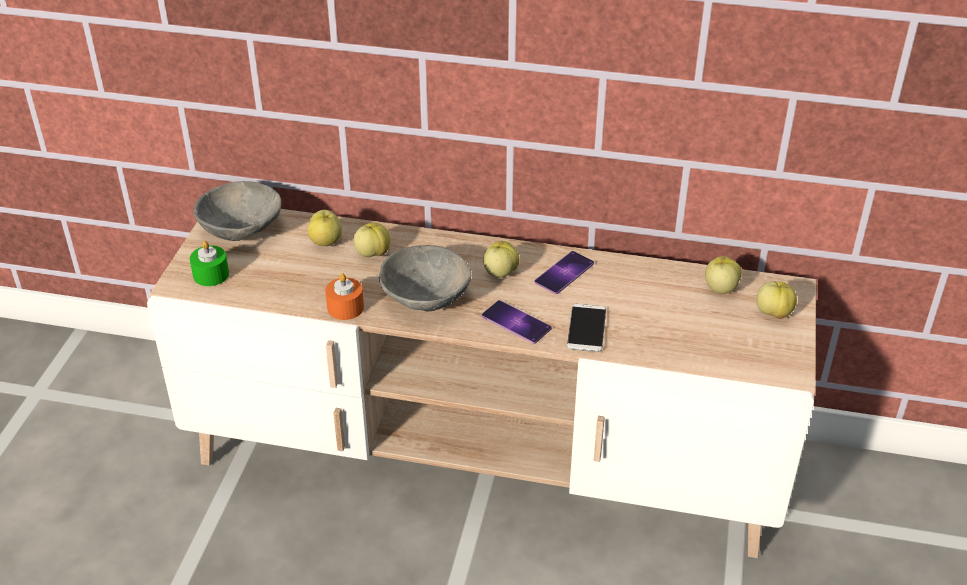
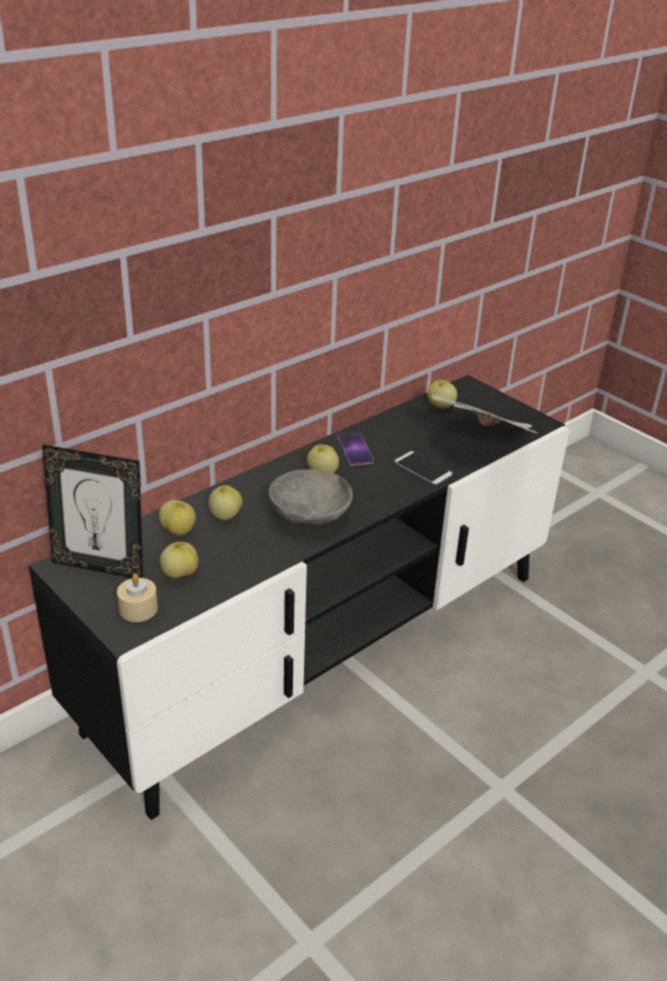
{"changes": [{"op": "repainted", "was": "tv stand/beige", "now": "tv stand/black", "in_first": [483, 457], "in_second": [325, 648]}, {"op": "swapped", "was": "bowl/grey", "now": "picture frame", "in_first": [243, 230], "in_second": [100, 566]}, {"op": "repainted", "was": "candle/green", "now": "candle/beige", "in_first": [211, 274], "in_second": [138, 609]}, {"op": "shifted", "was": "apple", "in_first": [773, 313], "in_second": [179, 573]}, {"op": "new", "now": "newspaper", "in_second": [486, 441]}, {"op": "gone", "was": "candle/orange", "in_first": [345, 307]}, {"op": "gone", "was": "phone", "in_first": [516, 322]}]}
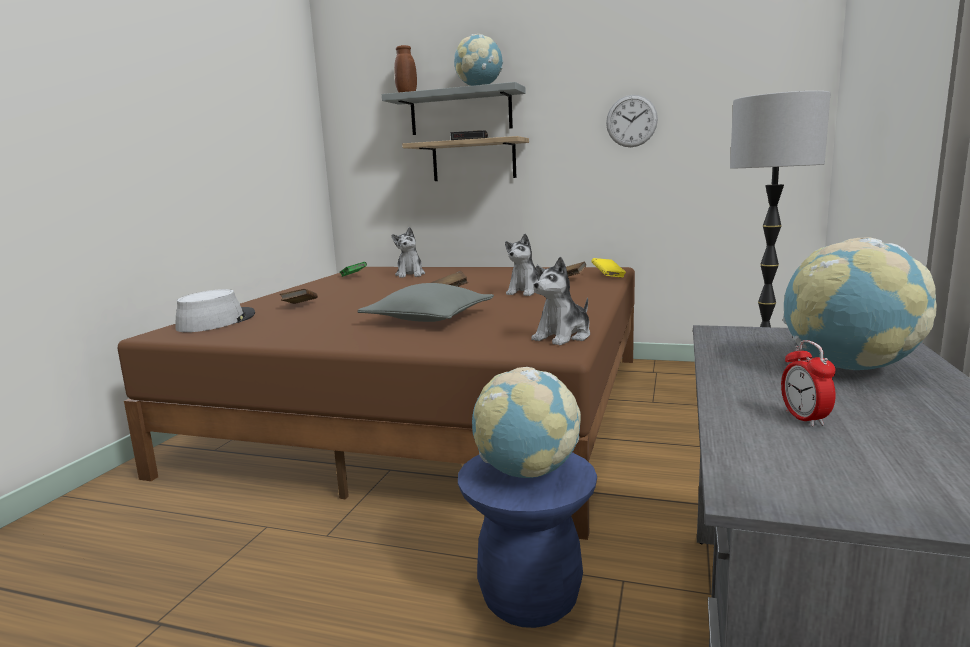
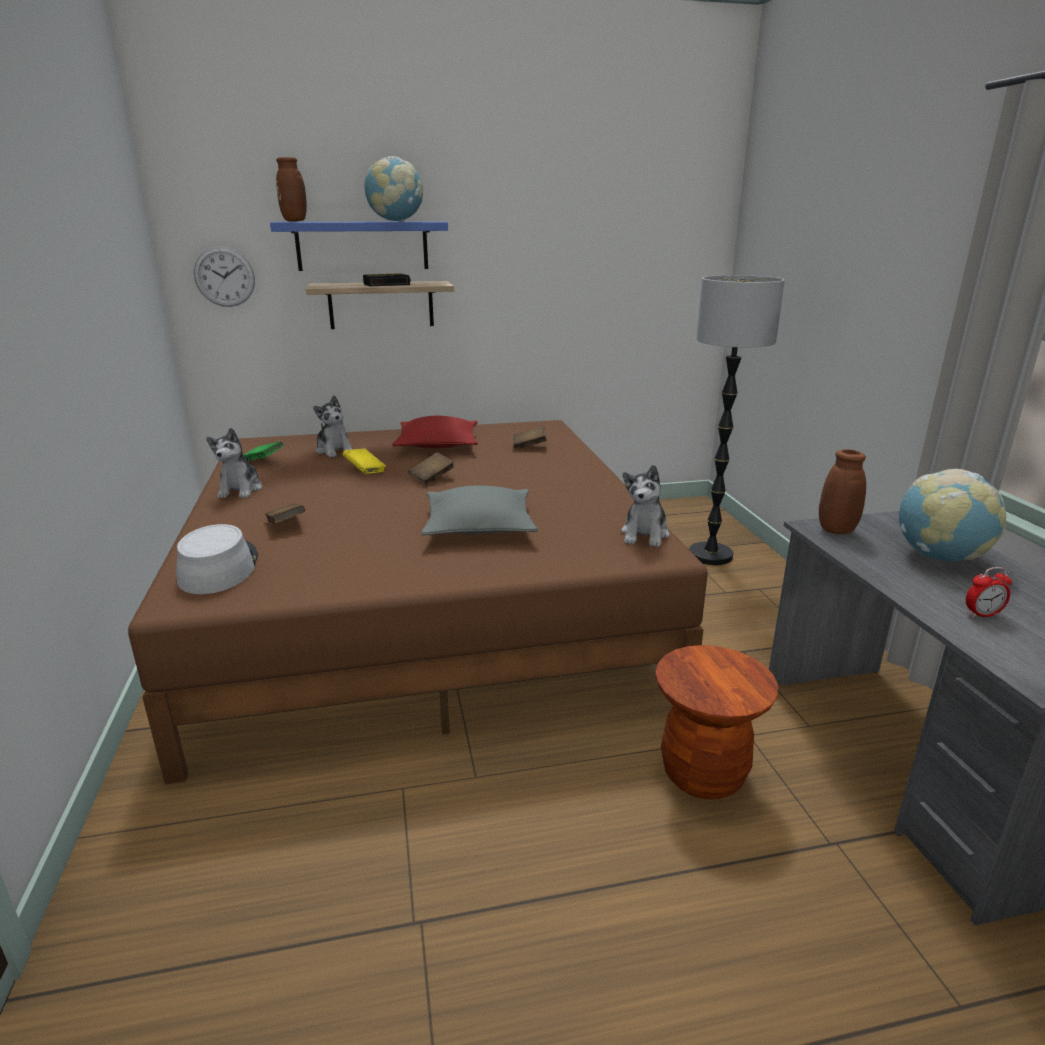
{"changes": [{"op": "shifted", "was": "wall clock", "in_first": [631, 121], "in_second": [224, 277]}, {"op": "shifted", "was": "plush toy", "in_first": [526, 292], "in_second": [240, 490]}, {"op": "repainted", "was": "shelf/grey", "now": "shelf/blue", "in_first": [460, 112], "in_second": [362, 246]}, {"op": "shifted", "was": "book/yellow", "in_first": [608, 276], "in_second": [365, 470]}, {"op": "new", "now": "pillow/red", "in_second": [437, 444]}, {"op": "repainted", "was": "stool/blue", "now": "stool/brown", "in_first": [530, 599], "in_second": [703, 773]}, {"op": "new", "now": "vase/brown", "in_second": [835, 531]}, {"op": "rotated", "was": "alarm clock", "in_first": [804, 419], "in_second": [982, 614], "clockwise": -60}, {"op": "gone", "was": "globe", "in_first": [526, 472]}]}
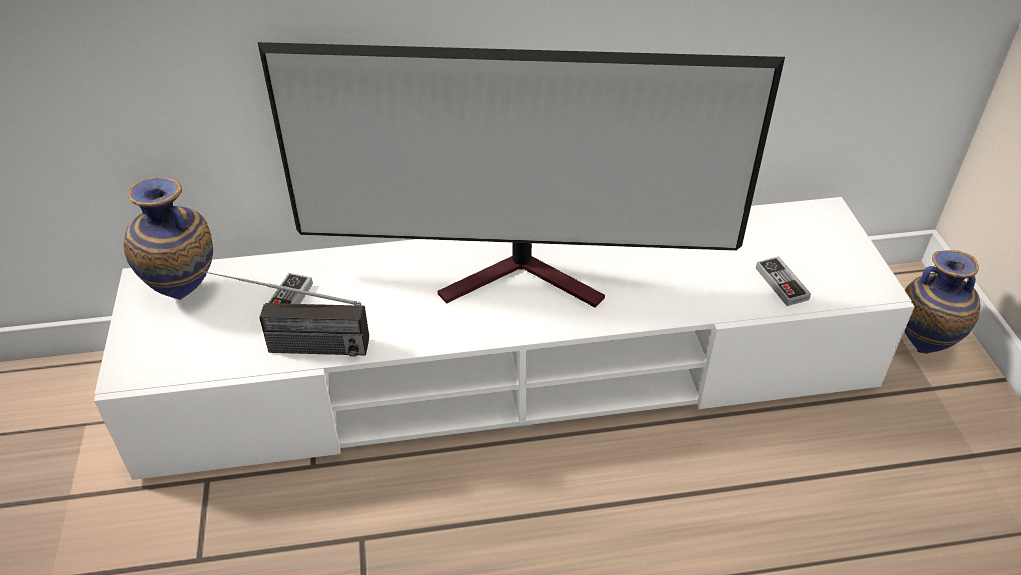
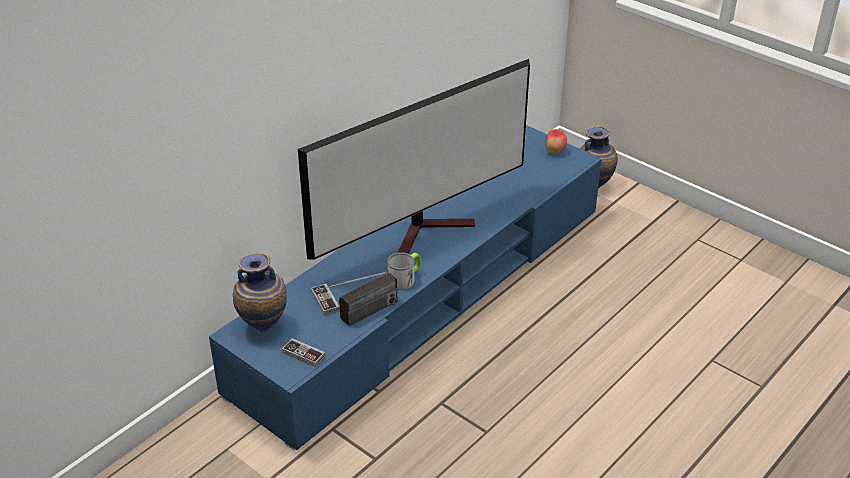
{"changes": [{"op": "repainted", "was": "tv stand/white", "now": "tv stand/blue", "in_first": [512, 372], "in_second": [425, 297]}, {"op": "shifted", "was": "game controller", "in_first": [781, 283], "in_second": [303, 354]}, {"op": "new", "now": "mug", "in_second": [405, 278]}, {"op": "new", "now": "apple", "in_second": [554, 152]}]}
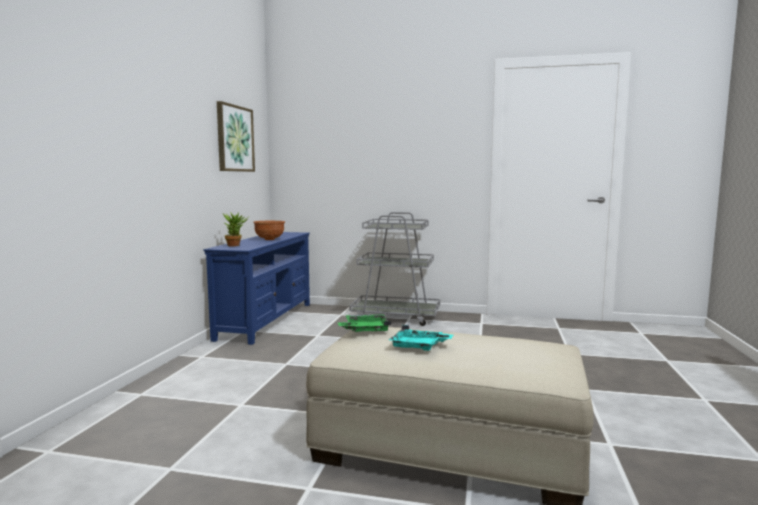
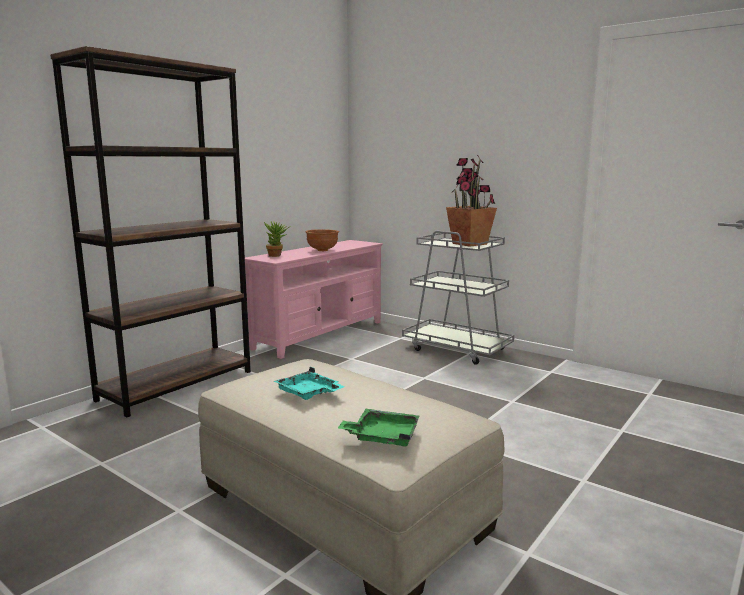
{"changes": [{"op": "new", "now": "bookcase/brown", "in_second": [177, 385]}, {"op": "repainted", "was": "tv stand/blue", "now": "tv stand/pink", "in_first": [265, 321], "in_second": [319, 335]}, {"op": "shifted", "was": "tray/green", "in_first": [365, 330], "in_second": [382, 436]}, {"op": "new", "now": "potted plant", "in_second": [469, 244]}, {"op": "gone", "was": "picture", "in_first": [234, 138]}]}
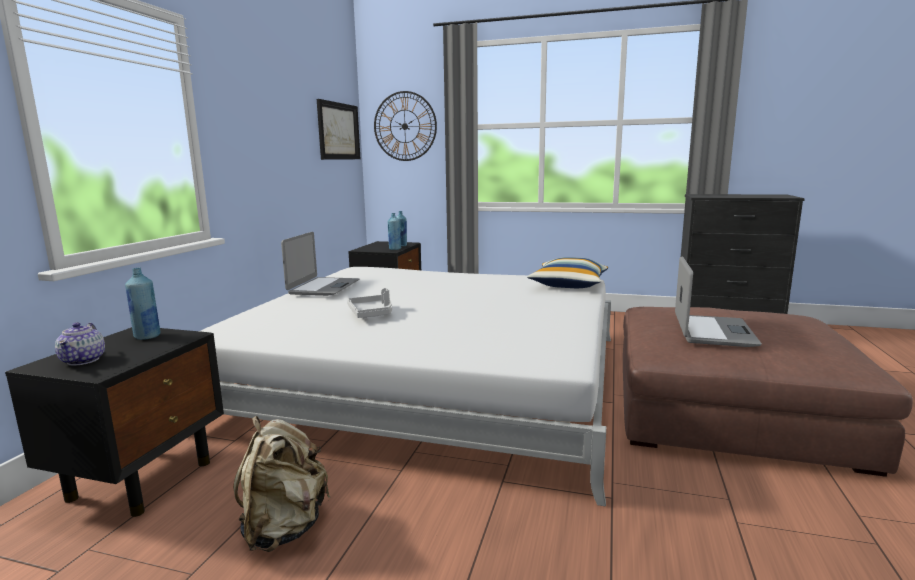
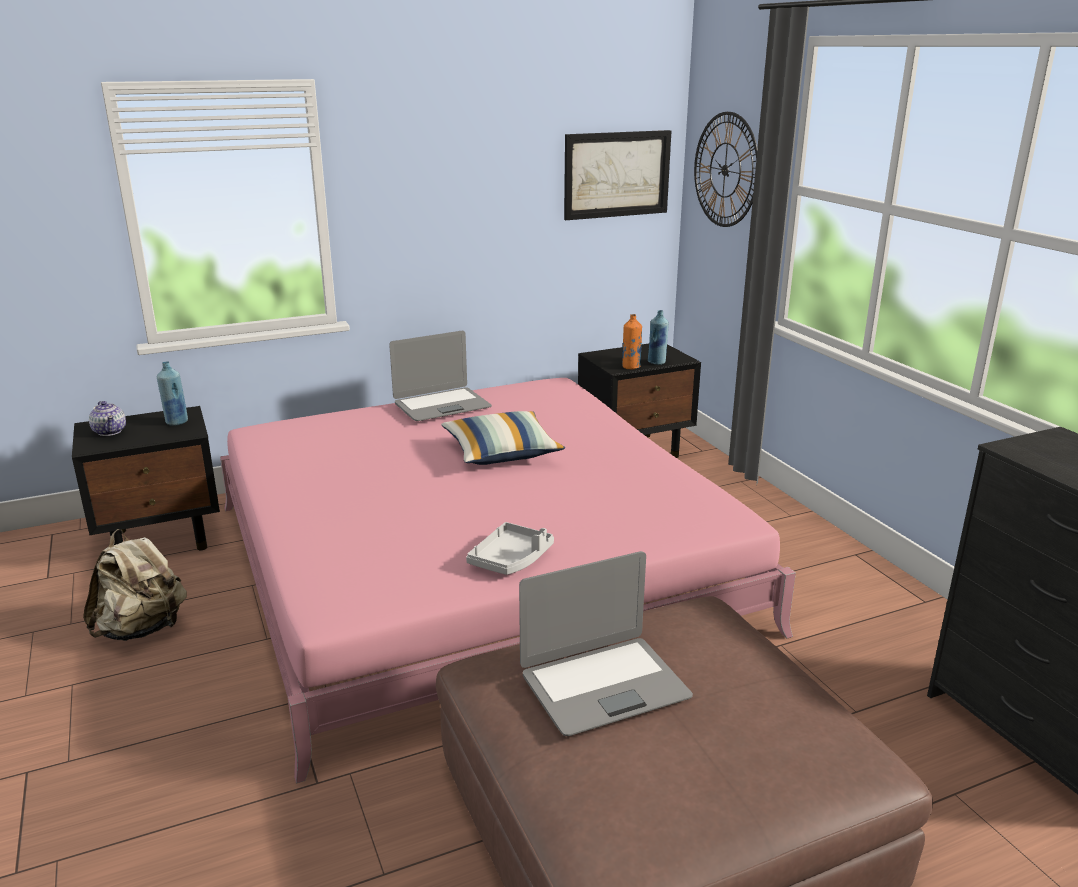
{"changes": [{"op": "rotated", "was": "teapot", "in_first": [84, 360], "in_second": [110, 431], "clockwise": -75}, {"op": "repainted", "was": "bed/white", "now": "bed/pink", "in_first": [430, 379], "in_second": [473, 565]}, {"op": "shifted", "was": "pillow", "in_first": [568, 285], "in_second": [501, 452]}, {"op": "shifted", "was": "tray/grey", "in_first": [372, 313], "in_second": [511, 559]}, {"op": "repainted", "was": "bottle/blue", "now": "bottle/orange", "in_first": [395, 249], "in_second": [631, 367]}]}
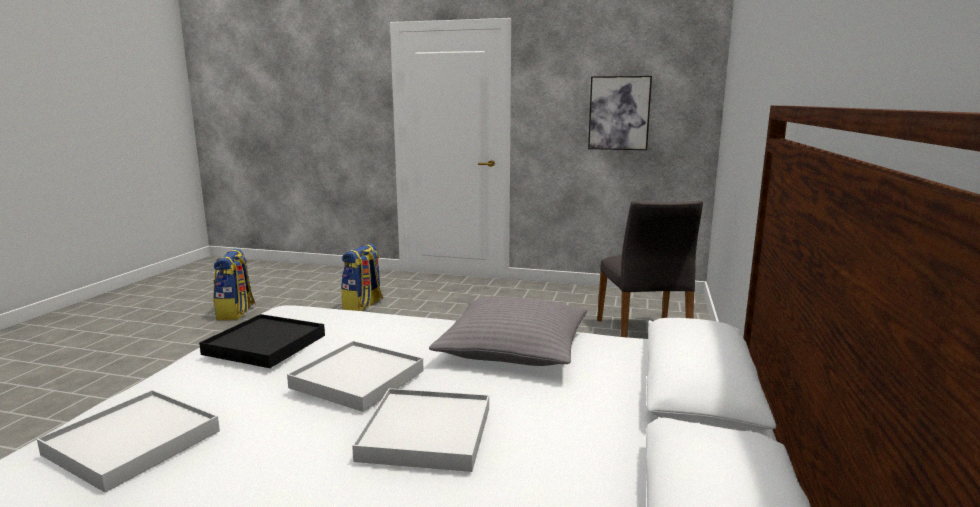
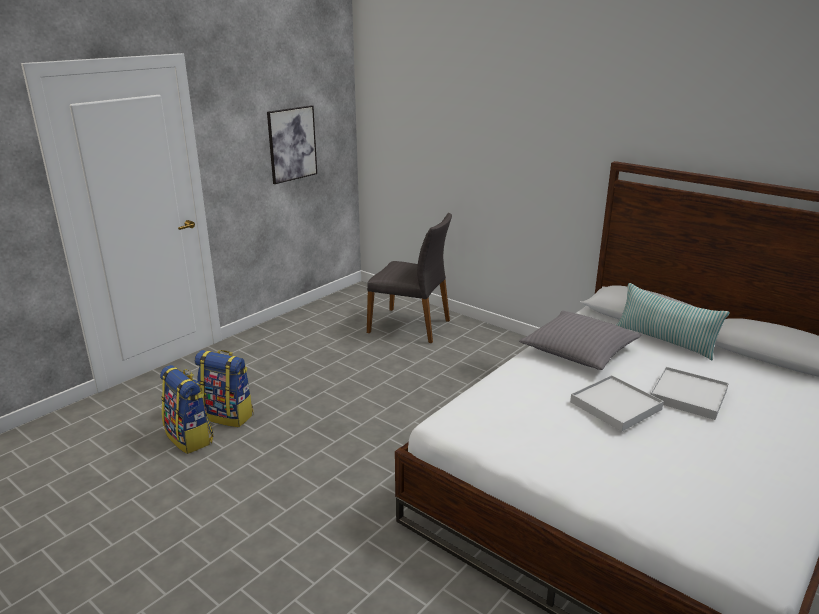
{"changes": [{"op": "shifted", "was": "backpack", "in_first": [236, 313], "in_second": [228, 415]}, {"op": "new", "now": "pillow", "in_second": [665, 341]}, {"op": "gone", "was": "tray/white", "in_first": [133, 443]}, {"op": "gone", "was": "tray/black", "in_first": [265, 344]}]}
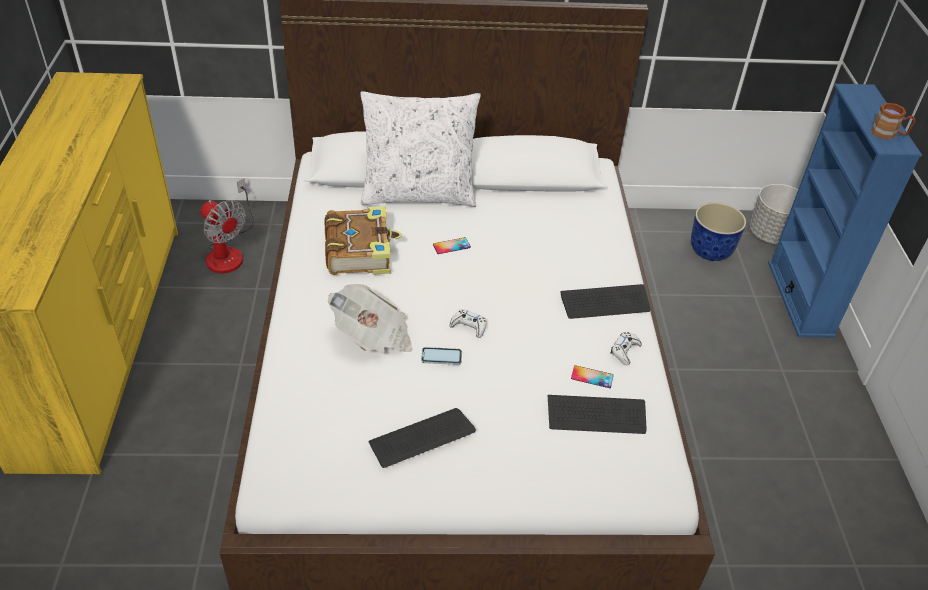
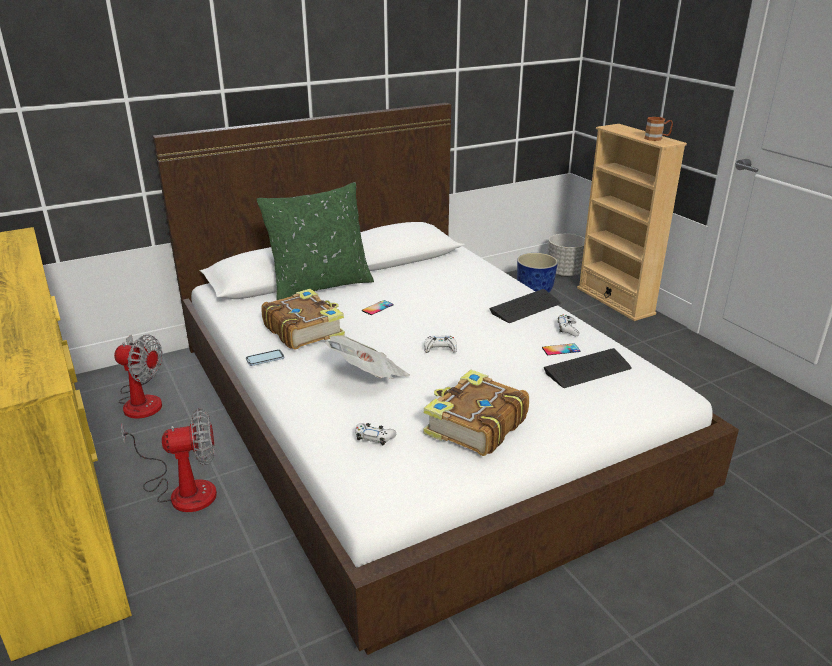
{"changes": [{"op": "new", "now": "fan", "in_second": [183, 490]}, {"op": "shifted", "was": "phone", "in_first": [441, 357], "in_second": [265, 359]}, {"op": "repainted", "was": "pillow/white", "now": "pillow/green", "in_first": [419, 194], "in_second": [320, 286]}, {"op": "new", "now": "game controller/white", "in_second": [374, 437]}, {"op": "swapped", "was": "keyboard", "now": "book", "in_first": [421, 438], "in_second": [474, 425]}, {"op": "repainted", "was": "bookcase/blue", "now": "bookcase/beige", "in_first": [800, 299], "in_second": [615, 301]}]}
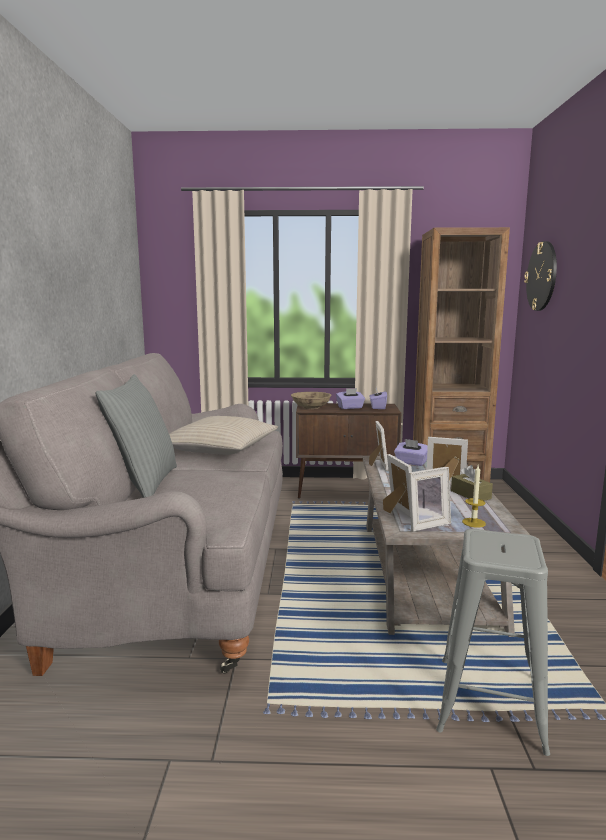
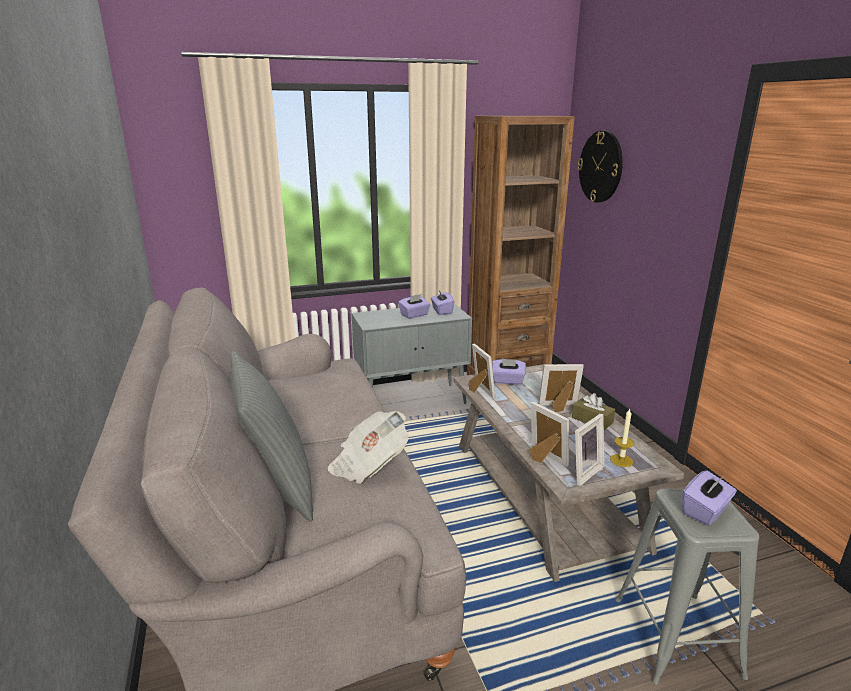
{"changes": [{"op": "new", "now": "newspaper", "in_second": [368, 464]}, {"op": "repainted", "was": "cabinet/brown", "now": "cabinet/grey", "in_first": [346, 491], "in_second": [412, 401]}, {"op": "new", "now": "tissue box/purple", "in_second": [705, 511]}, {"op": "gone", "was": "pillow/beige", "in_first": [220, 448]}, {"op": "gone", "was": "bowl/beige", "in_first": [311, 407]}]}
